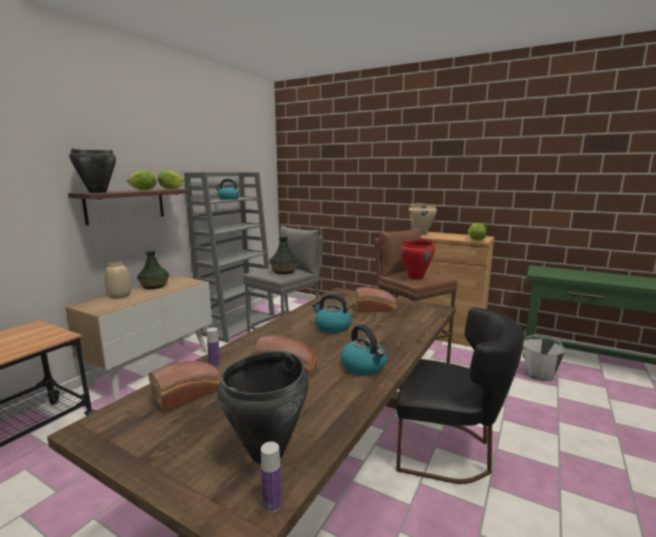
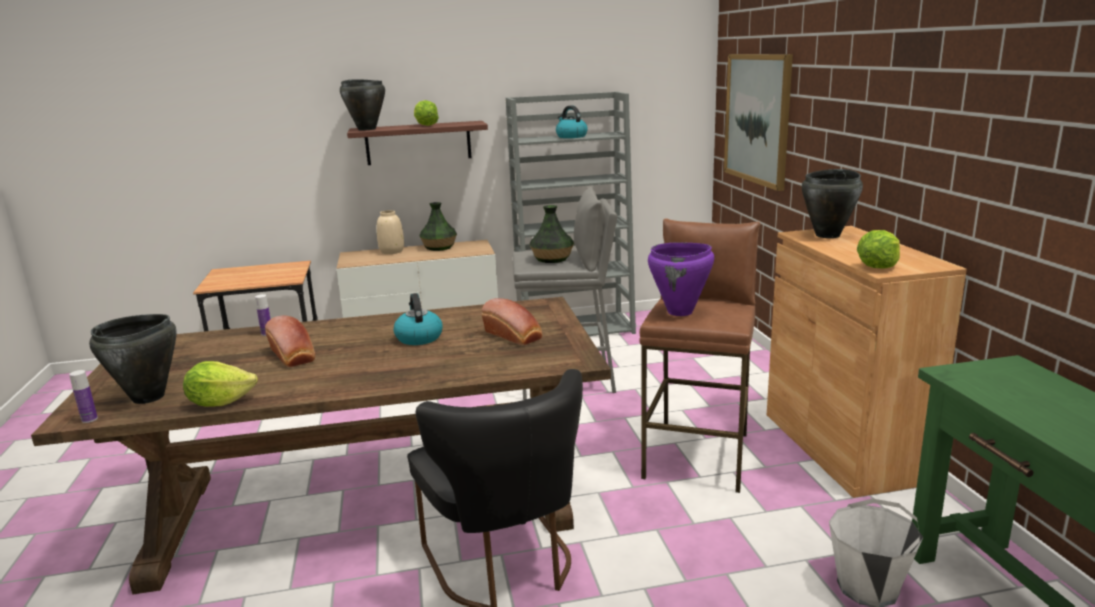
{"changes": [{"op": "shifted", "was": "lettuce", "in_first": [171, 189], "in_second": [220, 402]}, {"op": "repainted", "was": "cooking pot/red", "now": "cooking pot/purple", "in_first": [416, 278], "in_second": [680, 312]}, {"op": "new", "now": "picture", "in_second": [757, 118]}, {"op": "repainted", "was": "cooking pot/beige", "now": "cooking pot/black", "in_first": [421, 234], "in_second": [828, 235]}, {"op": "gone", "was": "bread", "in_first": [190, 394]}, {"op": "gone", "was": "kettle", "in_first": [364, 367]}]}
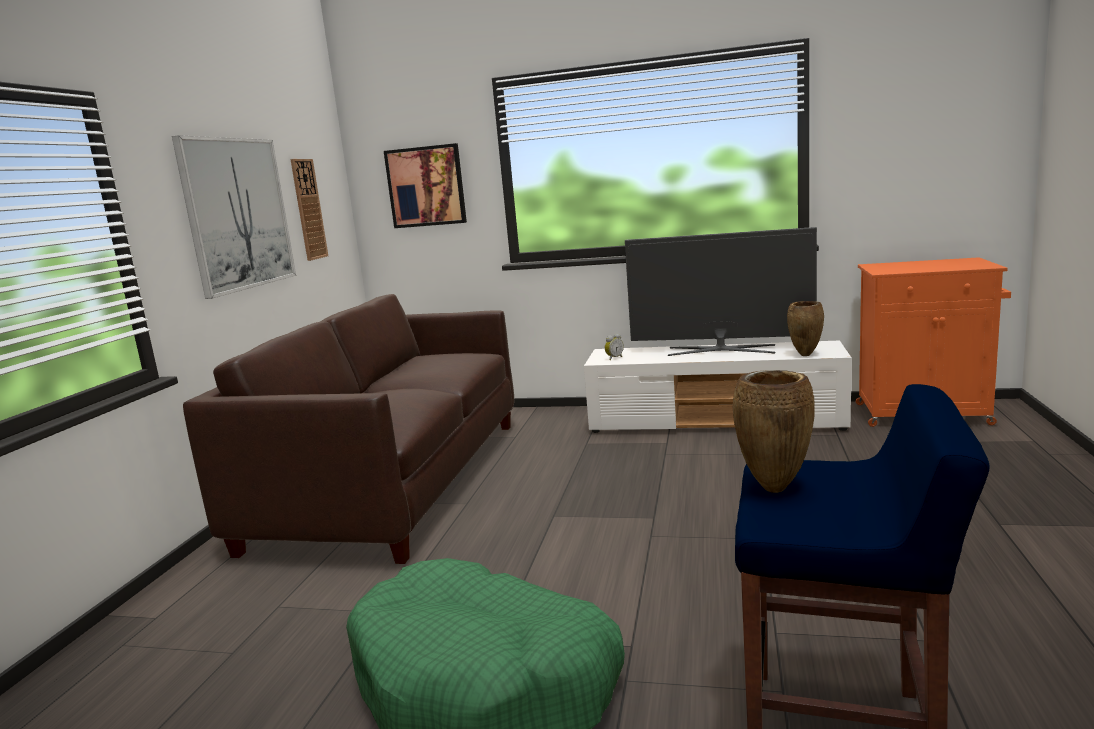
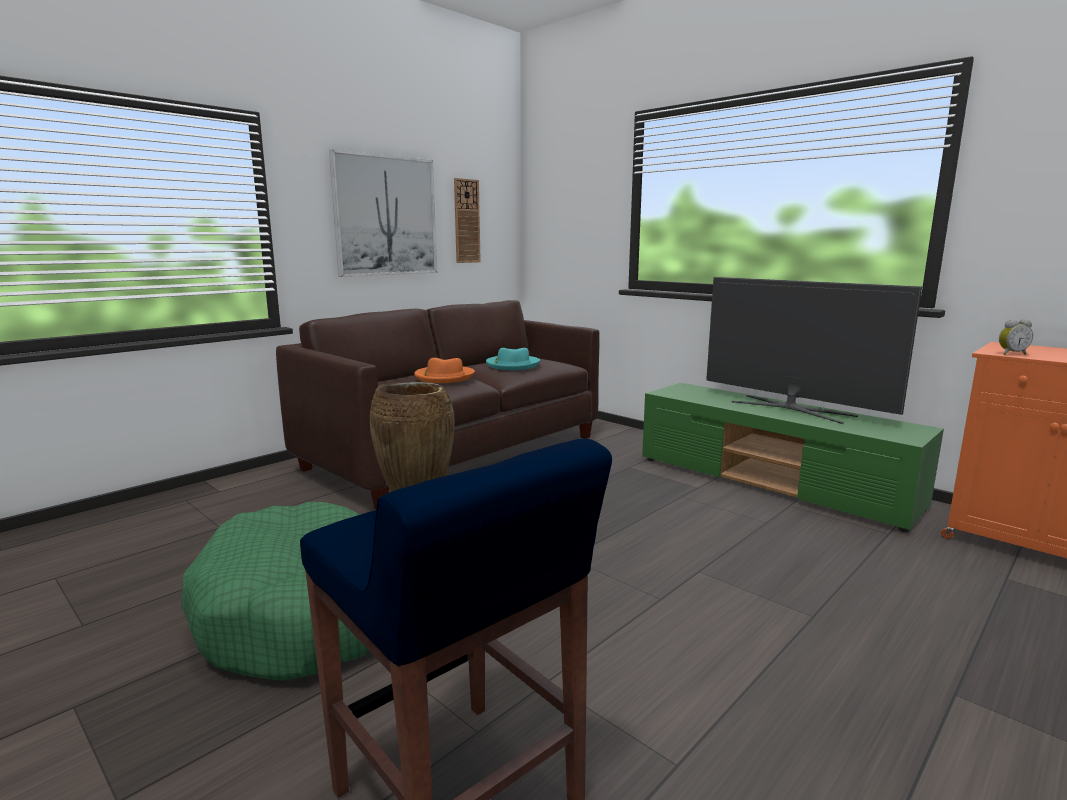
{"changes": [{"op": "new", "now": "hat/orange", "in_second": [444, 377]}, {"op": "new", "now": "hat/turquoise", "in_second": [512, 365]}, {"op": "repainted", "was": "tv stand/white", "now": "tv stand/green", "in_first": [716, 421], "in_second": [773, 483]}, {"op": "shifted", "was": "alarm clock", "in_first": [614, 358], "in_second": [1011, 354]}, {"op": "gone", "was": "picture", "in_first": [426, 186]}, {"op": "gone", "was": "vase/brown", "in_first": [805, 355]}]}
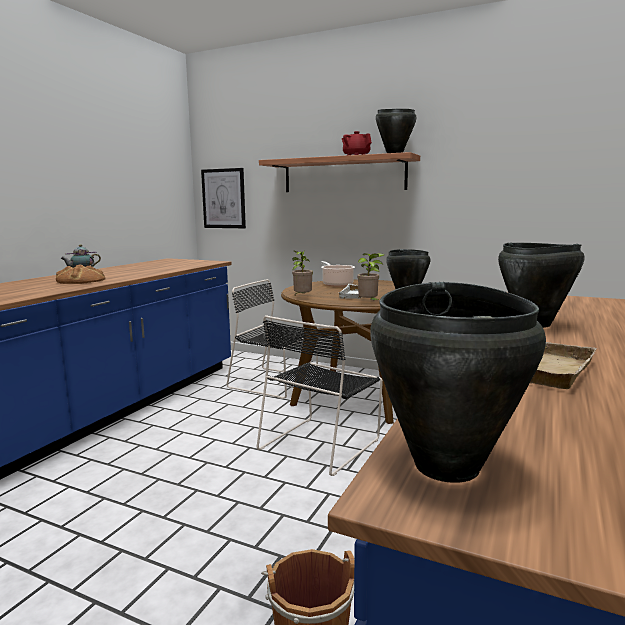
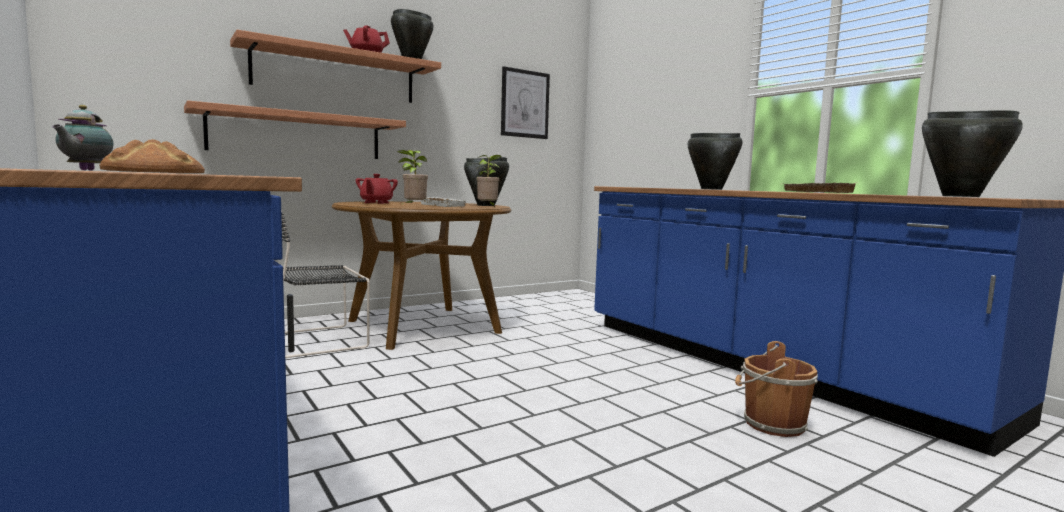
{"changes": [{"op": "new", "now": "shelf", "in_second": [297, 135]}, {"op": "swapped", "was": "cooking pot", "now": "teapot/red", "in_first": [336, 284], "in_second": [376, 203]}, {"op": "shifted", "was": "picture", "in_first": [223, 198], "in_second": [525, 104]}, {"op": "gone", "was": "chair/black", "in_first": [321, 443]}]}
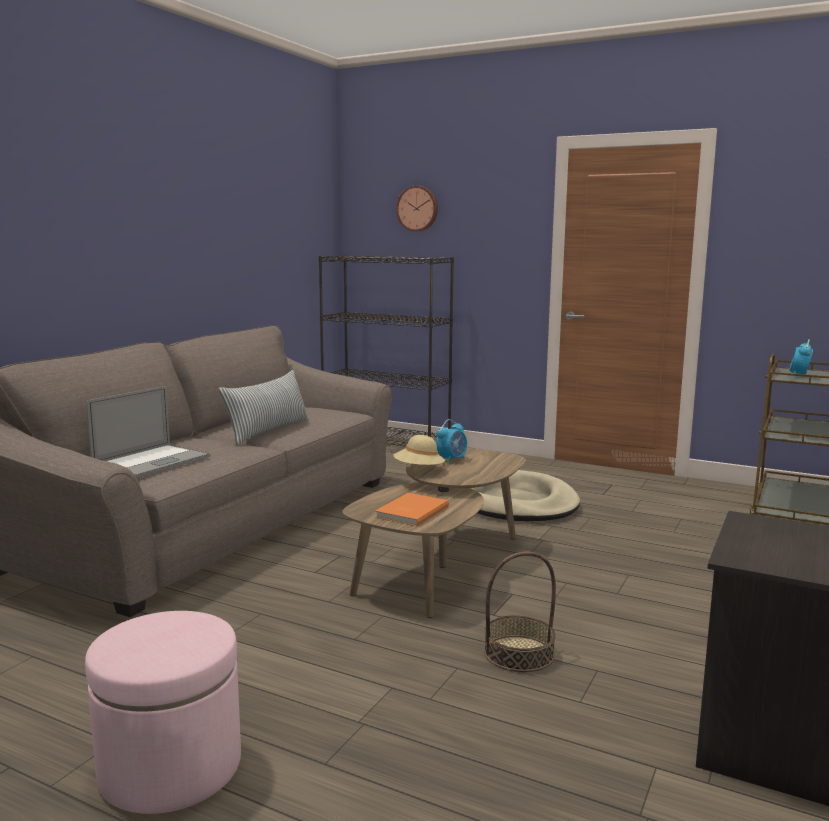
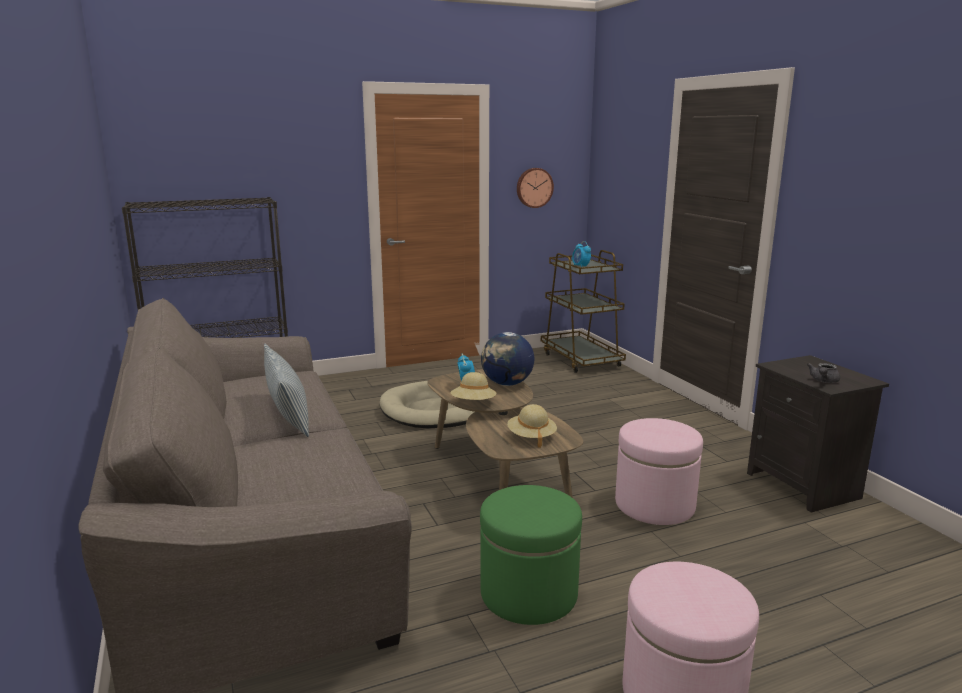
{"changes": [{"op": "new", "now": "ottoman/green", "in_second": [528, 593]}, {"op": "new", "now": "globe", "in_second": [507, 384]}, {"op": "swapped", "was": "book/orange", "now": "hat/beige", "in_first": [410, 512], "in_second": [531, 437]}, {"op": "shifted", "was": "wall clock", "in_first": [418, 208], "in_second": [534, 187]}, {"op": "swapped", "was": "basket", "now": "ottoman/pink", "in_first": [519, 654], "in_second": [654, 505]}, {"op": "new", "now": "teapot/grey", "in_second": [823, 381]}, {"op": "gone", "was": "laptop", "in_first": [152, 462]}]}
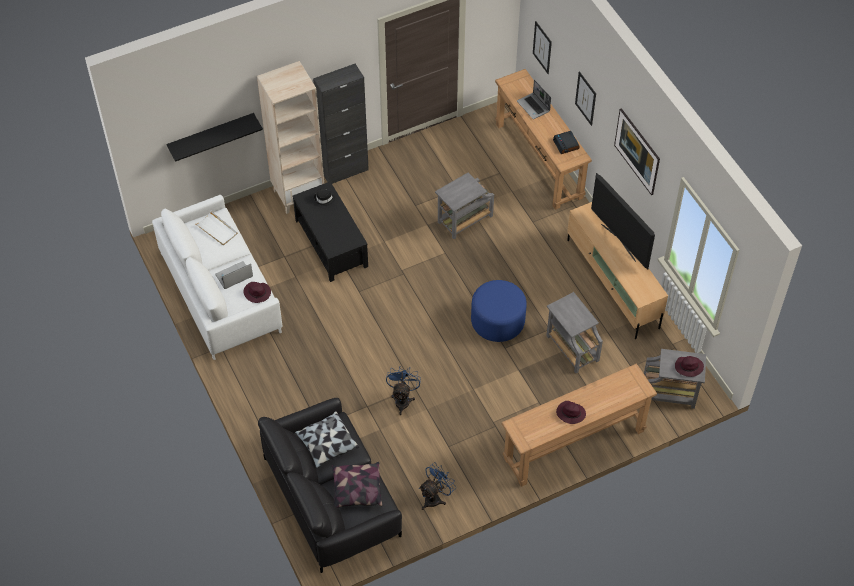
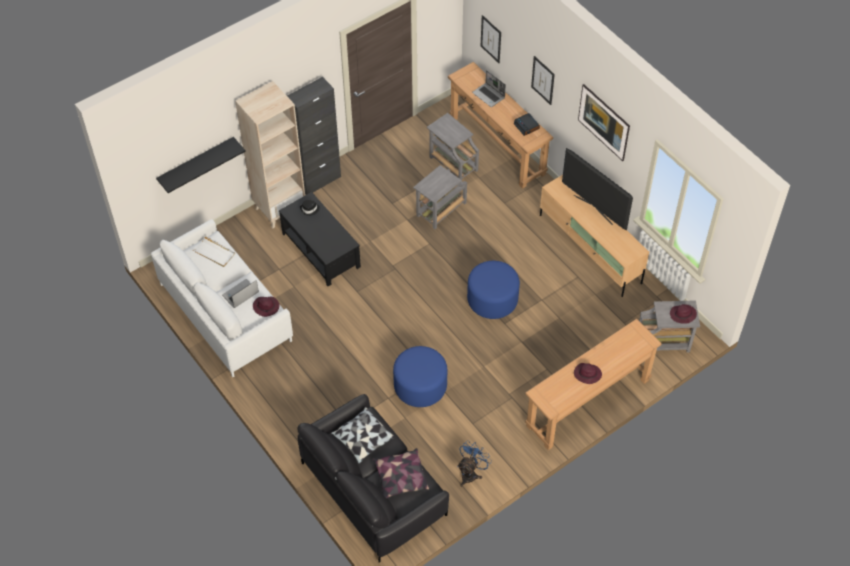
{"changes": [{"op": "swapped", "was": "fan/blue", "now": "ottoman/blue", "in_first": [402, 399], "in_second": [420, 386]}, {"op": "shifted", "was": "side table/grey", "in_first": [571, 347], "in_second": [452, 163]}]}
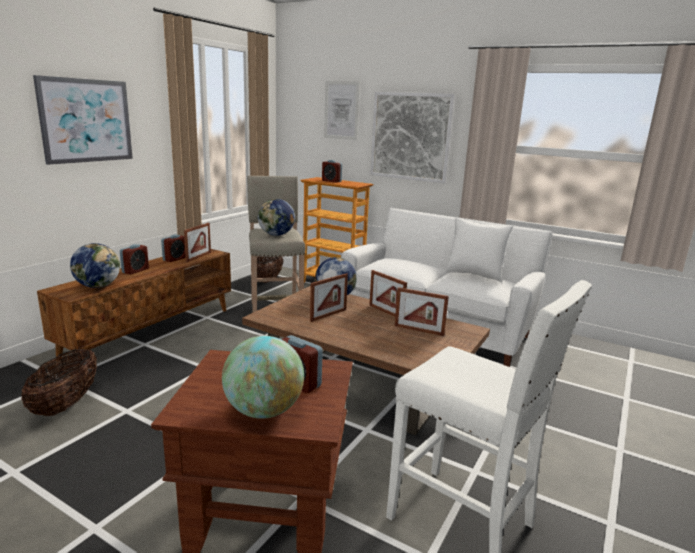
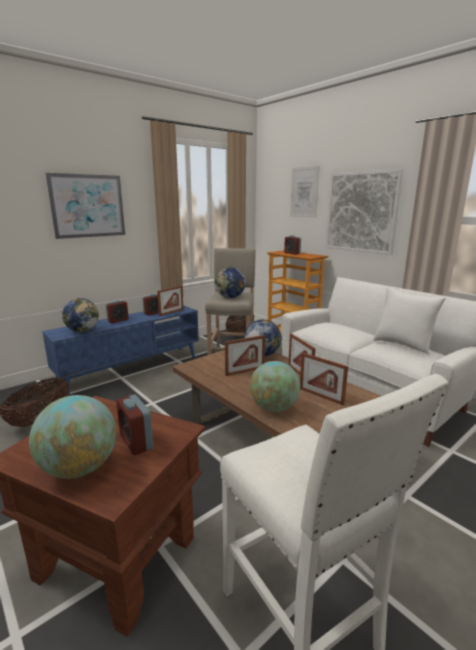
{"changes": [{"op": "repainted", "was": "tv stand/brown", "now": "tv stand/blue", "in_first": [152, 332], "in_second": [131, 368]}, {"op": "new", "now": "globe", "in_second": [274, 408]}]}
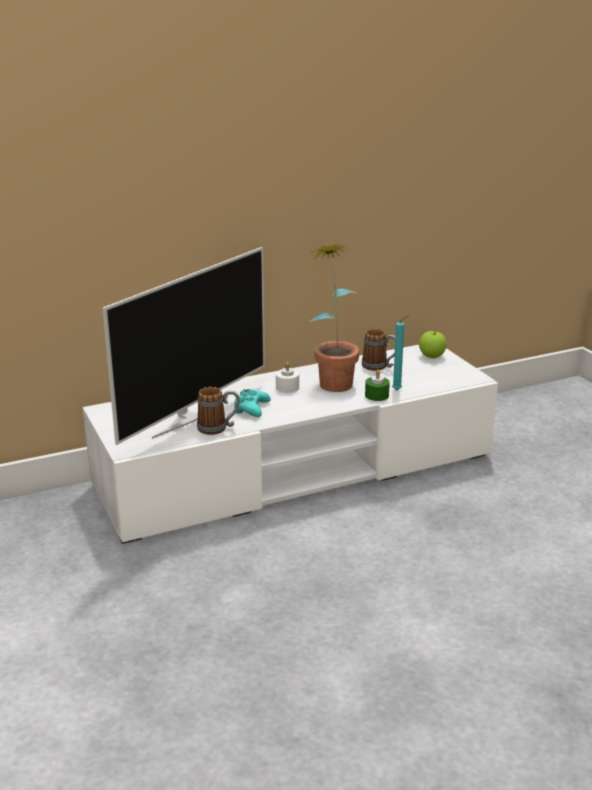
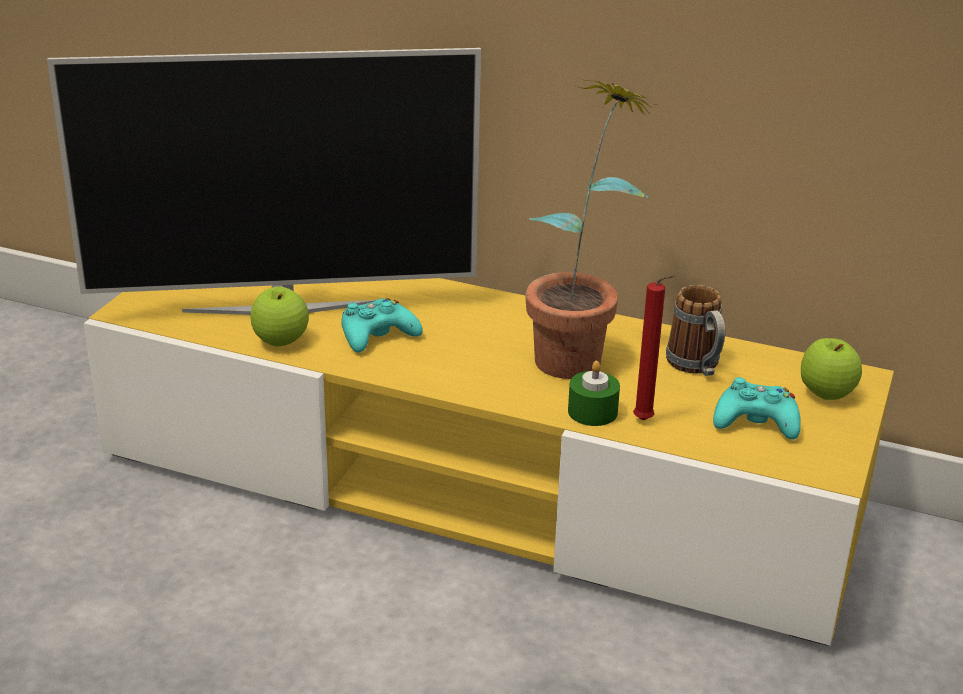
{"changes": [{"op": "repainted", "was": "tv stand/white", "now": "tv stand/yellow", "in_first": [296, 471], "in_second": [478, 485]}, {"op": "swapped", "was": "mug", "now": "apple", "in_first": [218, 428], "in_second": [281, 341]}, {"op": "repainted", "was": "candle/turquoise", "now": "candle/red", "in_first": [398, 390], "in_second": [646, 421]}, {"op": "new", "now": "game controller/turquoise", "in_second": [756, 421]}, {"op": "gone", "was": "candle/white", "in_first": [287, 387]}]}
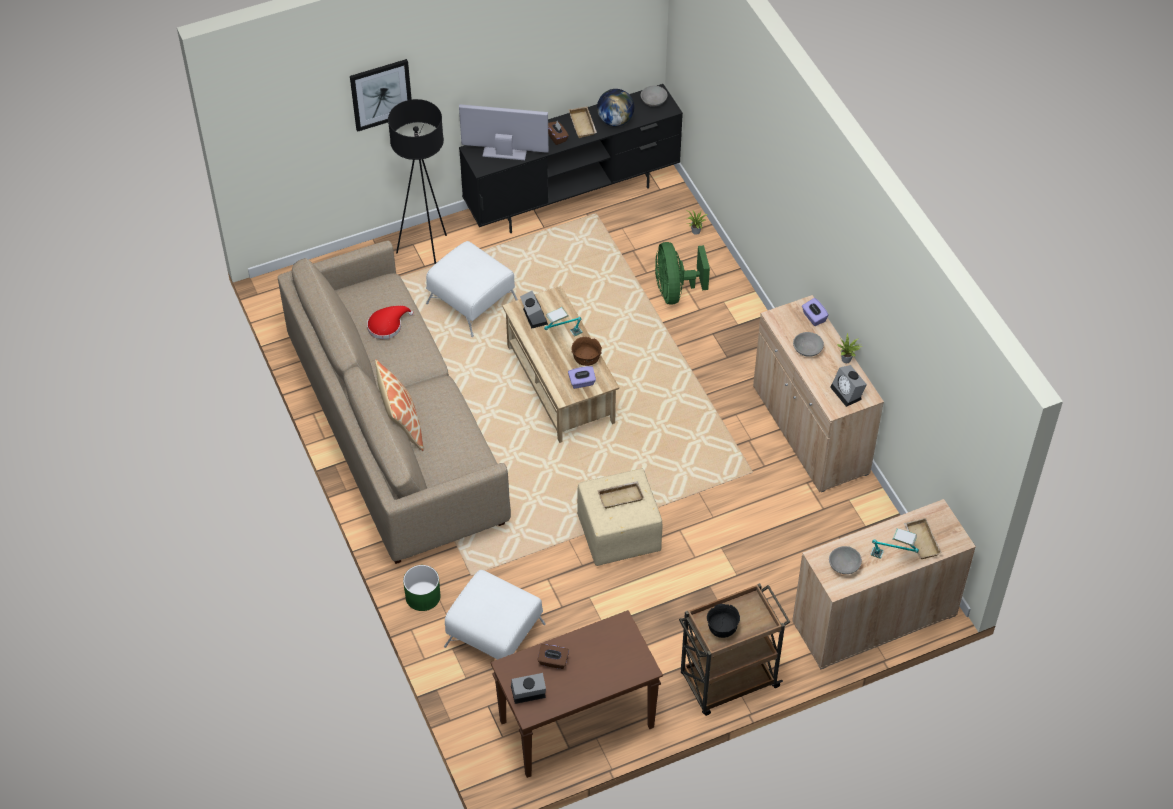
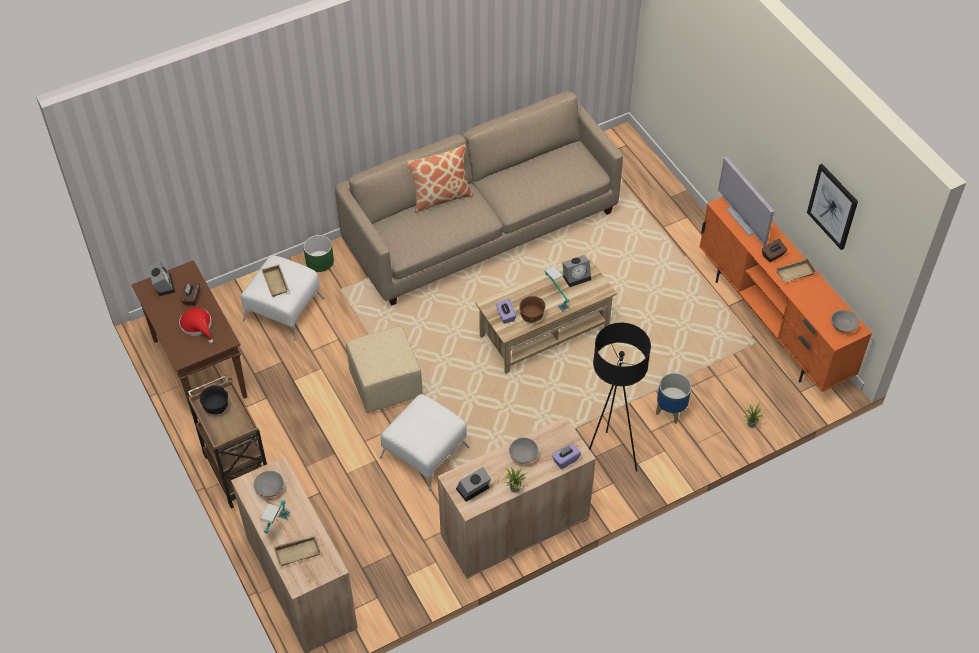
{"changes": [{"op": "shifted", "was": "hat/red", "in_first": [387, 325], "in_second": [198, 326]}, {"op": "shifted", "was": "tray/beige", "in_first": [620, 496], "in_second": [277, 283]}, {"op": "shifted", "was": "ottoman/white", "in_first": [472, 302], "in_second": [424, 453]}, {"op": "shifted", "was": "floor lamp/black", "in_first": [427, 254], "in_second": [609, 458]}, {"op": "swapped", "was": "fan/green", "now": "planter", "in_first": [675, 291], "in_second": [670, 411]}, {"op": "repainted", "was": "tv stand/black", "now": "tv stand/orange", "in_first": [573, 196], "in_second": [772, 324]}, {"op": "rotated", "was": "television", "in_first": [504, 152], "in_second": [743, 220], "clockwise": 150}, {"op": "shifted", "was": "picture", "in_first": [381, 94], "in_second": [833, 206]}, {"op": "gone", "was": "globe", "in_first": [615, 120]}]}
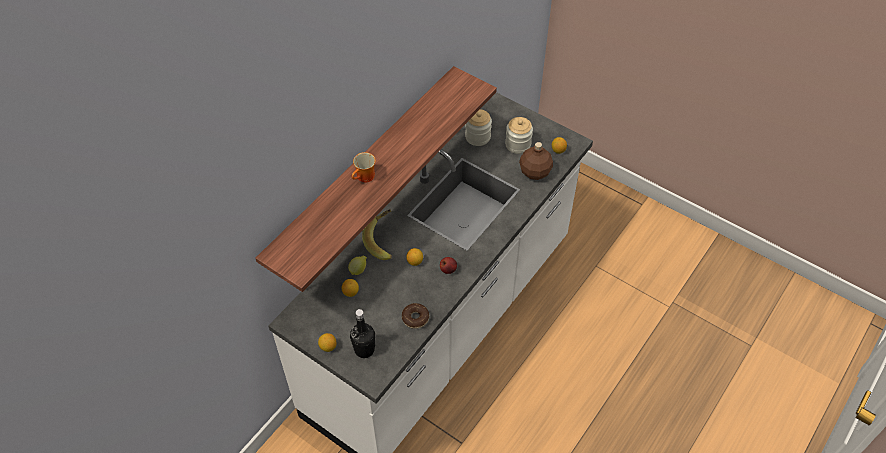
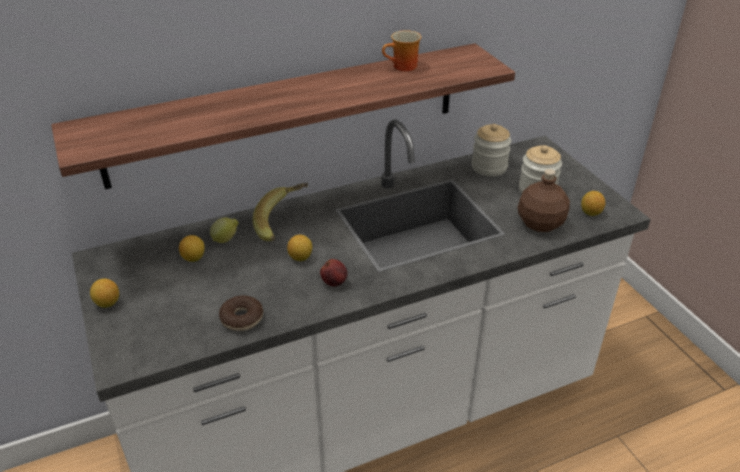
{"changes": [{"op": "shifted", "was": "mug", "in_first": [365, 178], "in_second": [403, 67]}, {"op": "gone", "was": "bottle/black", "in_first": [364, 349]}]}
